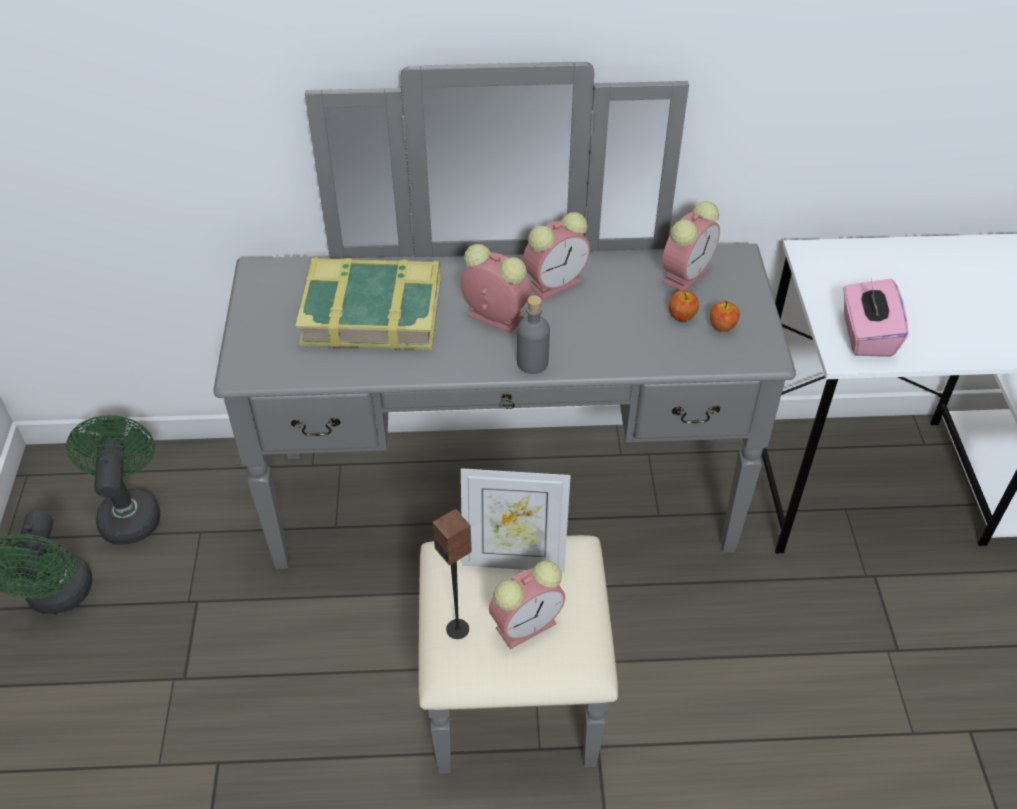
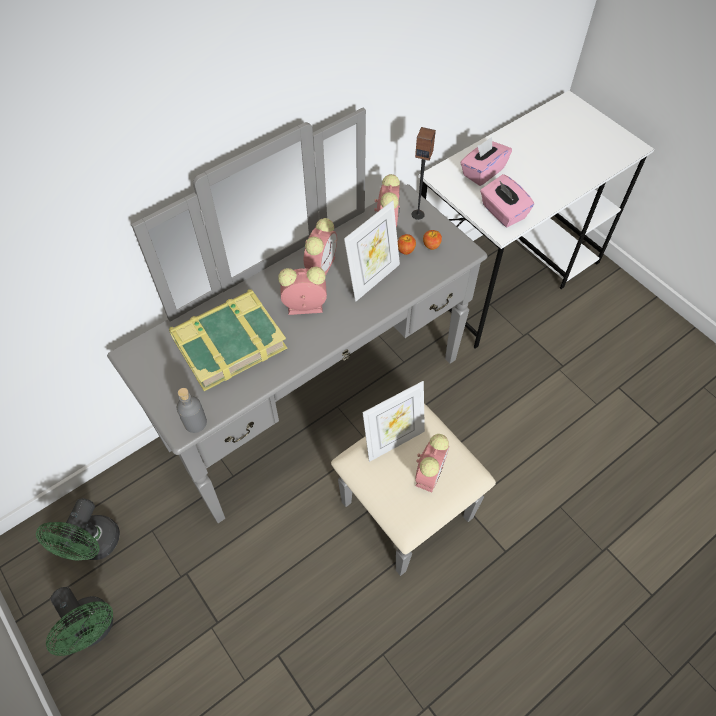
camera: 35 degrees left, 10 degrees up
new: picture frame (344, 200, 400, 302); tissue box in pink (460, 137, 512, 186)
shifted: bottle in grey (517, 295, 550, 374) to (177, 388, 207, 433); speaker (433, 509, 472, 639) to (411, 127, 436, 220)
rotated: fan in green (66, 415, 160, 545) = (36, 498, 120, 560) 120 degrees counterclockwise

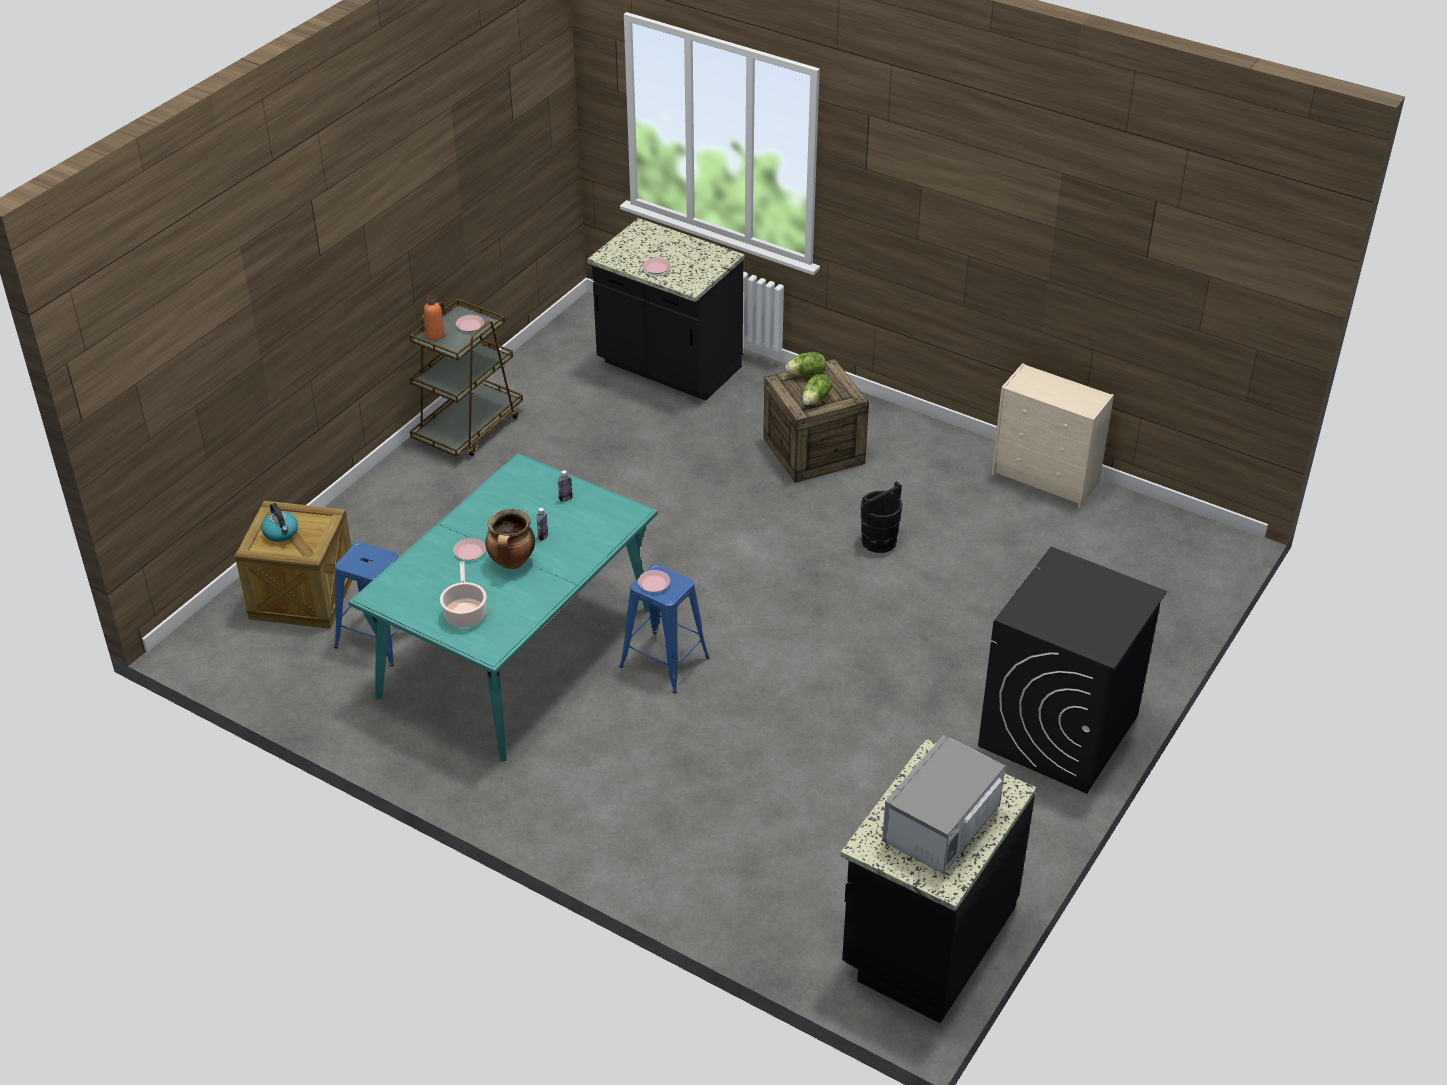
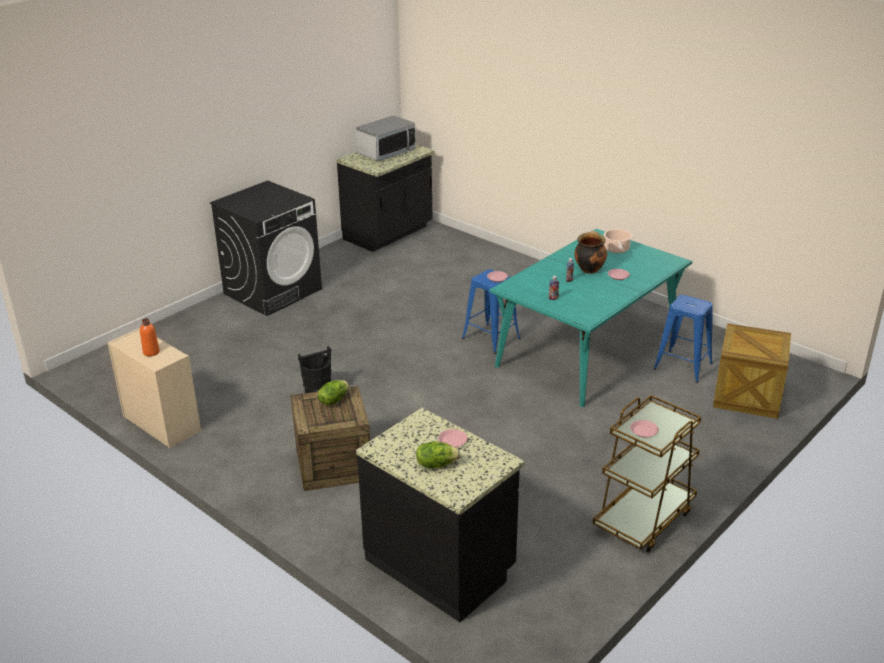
camera: 170 degrees left, 10 degrees down
gone: kettle (261, 503, 298, 542)
shifted: bottle in orange (424, 296, 445, 341) to (140, 318, 160, 356); lettuce (785, 352, 826, 377) to (416, 441, 461, 468)

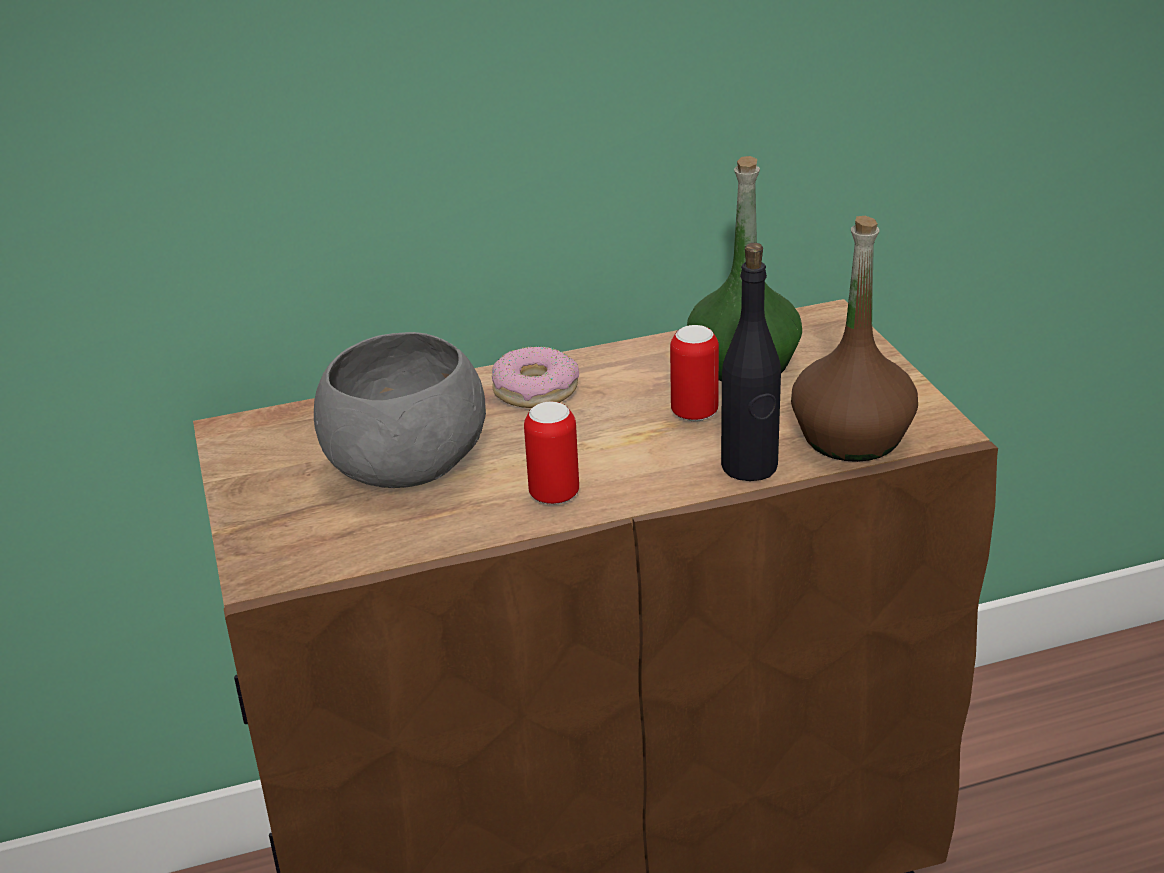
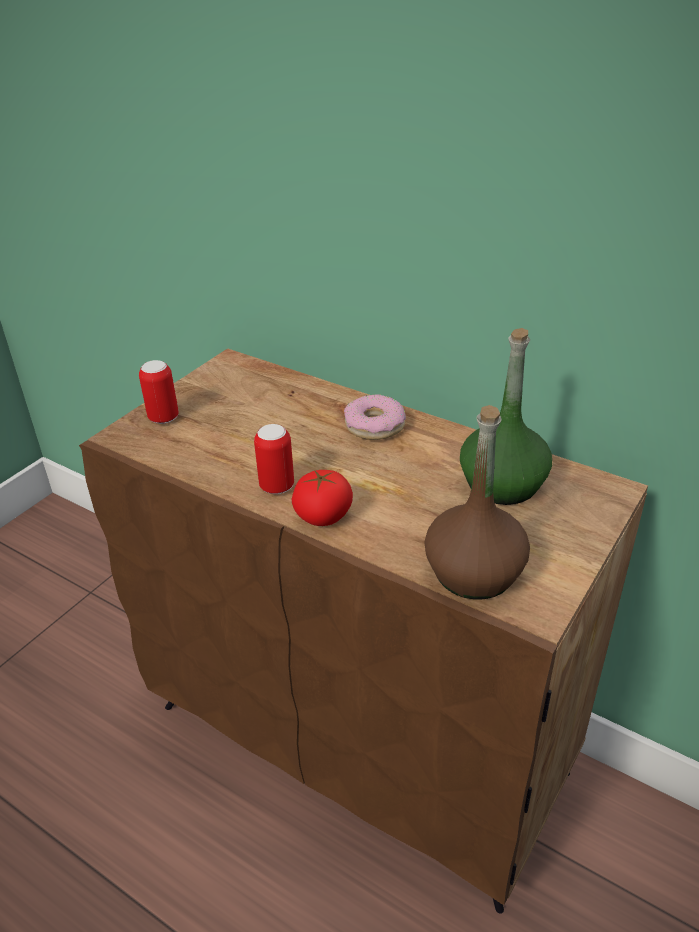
camera: 50 degrees right, 5 degrees up
gone: bowl in grey (314, 332, 486, 488); bottle in black (721, 243, 781, 481)
new: tomato (292, 470, 353, 526)
shifted: can (670, 325, 719, 421) to (139, 360, 179, 424)

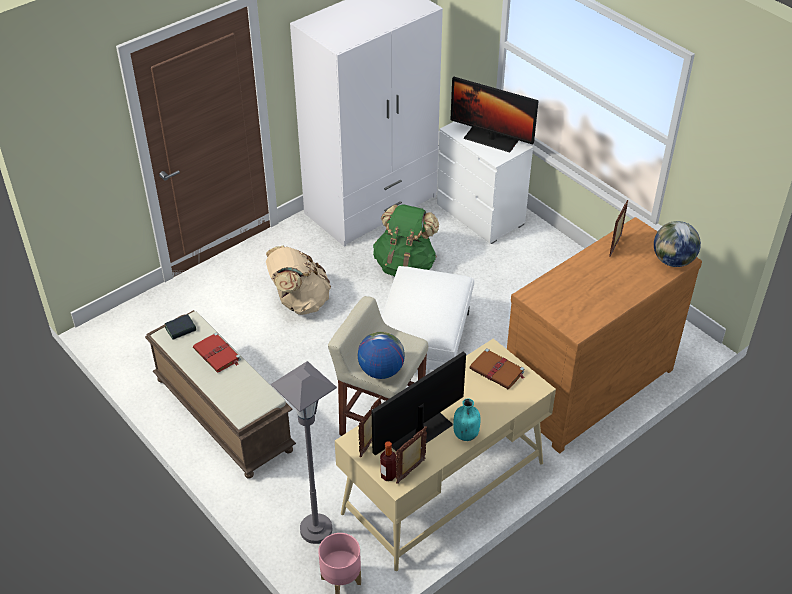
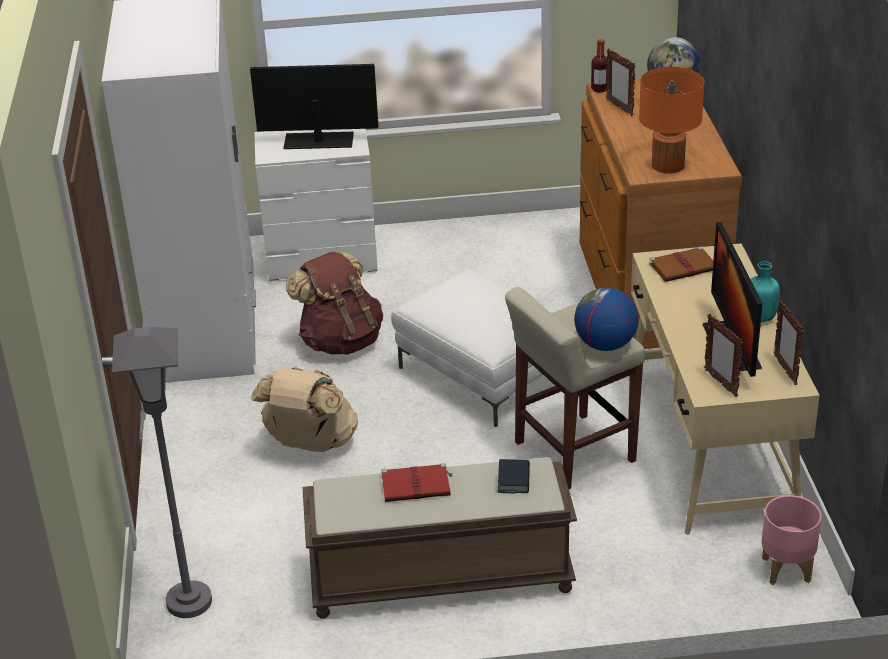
camera: 55 degrees left, 10 degrees down
new: table lamp in orange (639, 67, 705, 174)
shifted: floor lamp in grey (271, 361, 337, 544) to (112, 327, 212, 618); book (165, 314, 196, 340) to (498, 459, 530, 493); bottle (380, 441, 396, 481) to (591, 39, 608, 93)
repainted: backpack in green (373, 204, 439, 276) to backpack in brown (286, 251, 383, 355)
rotated: monitor (450, 77, 539, 153) = (250, 64, 378, 149) 150 degrees counterclockwise

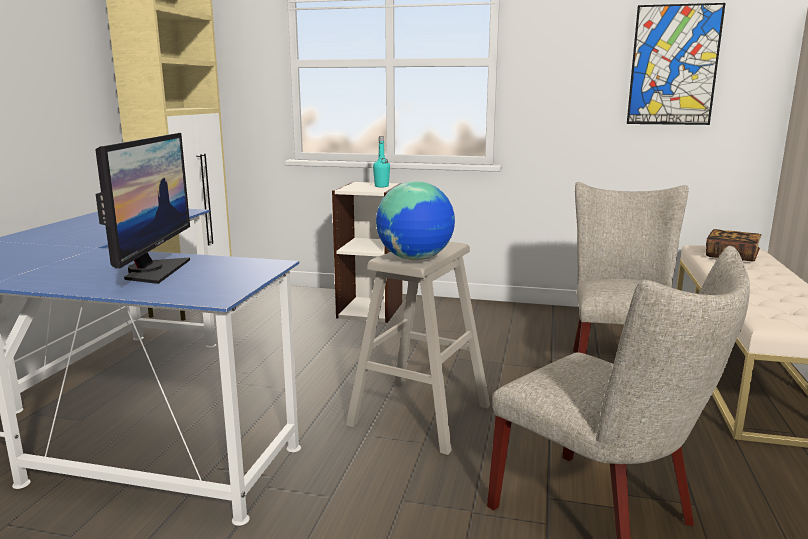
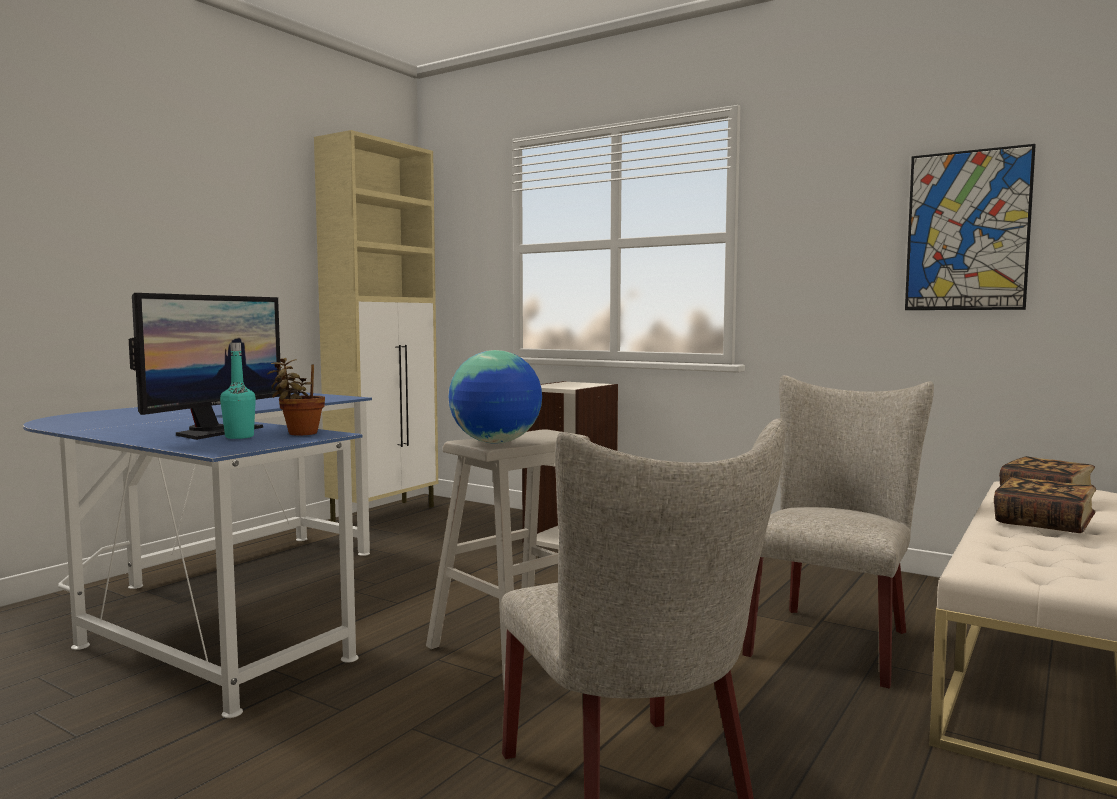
camera: 20 degrees right, 10 degrees down
new: potted plant (267, 358, 325, 436); book (994, 477, 1096, 533)
shifted: bottle in turquoise (373, 136, 390, 187) to (220, 342, 256, 439)

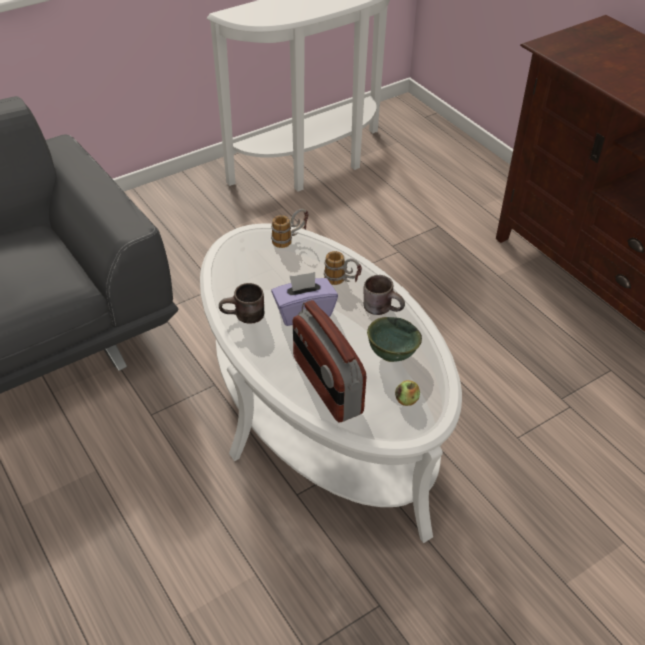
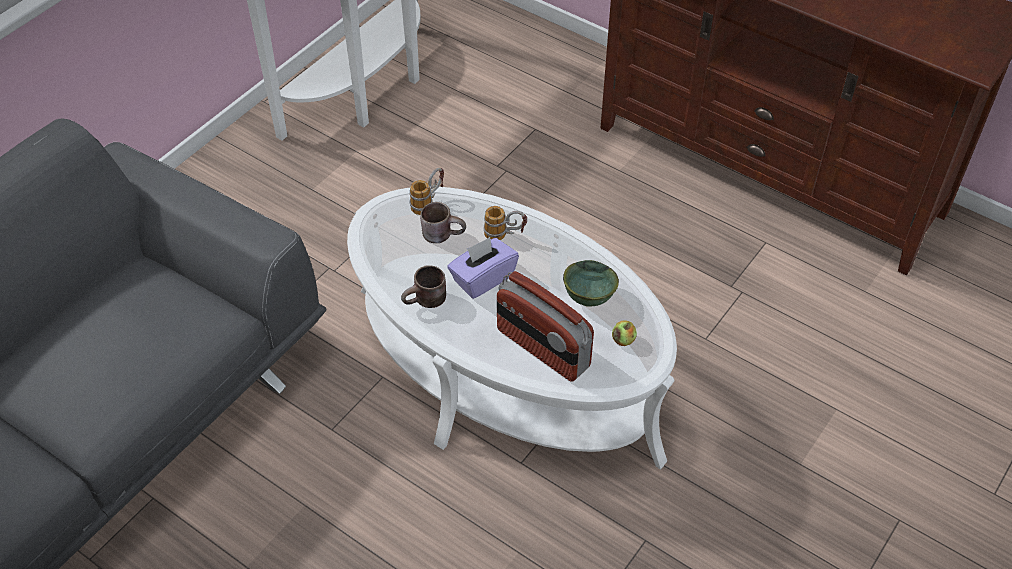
camera: 20 degrees left, 5 degrees up
shifted: mug in brown (363, 275, 405, 315) to (420, 202, 466, 243)

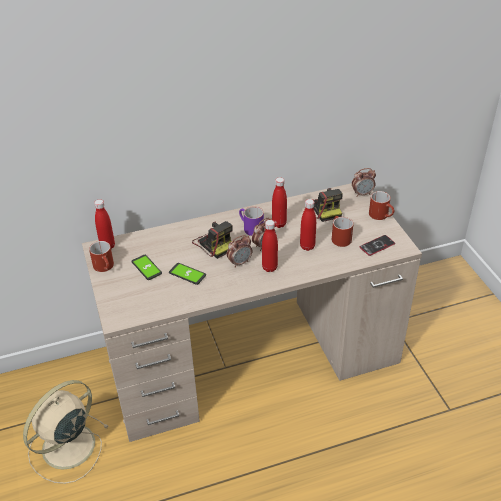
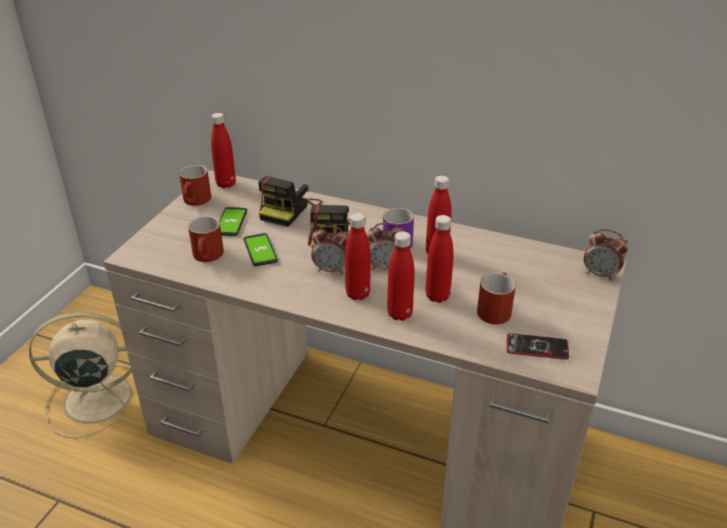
camera: 40 degrees right, 5 degrees down
new: bottle in red (387, 231, 415, 321)
shifted: mug in red (369, 191, 394, 220) to (188, 216, 224, 262); photo camera (312, 188, 343, 222) to (258, 176, 322, 227)

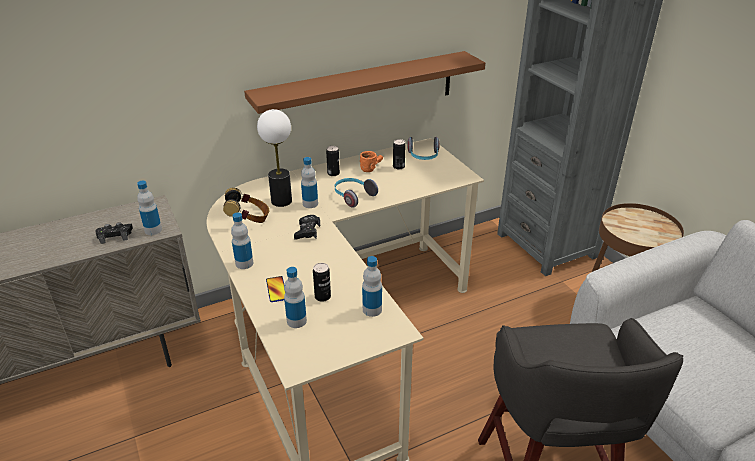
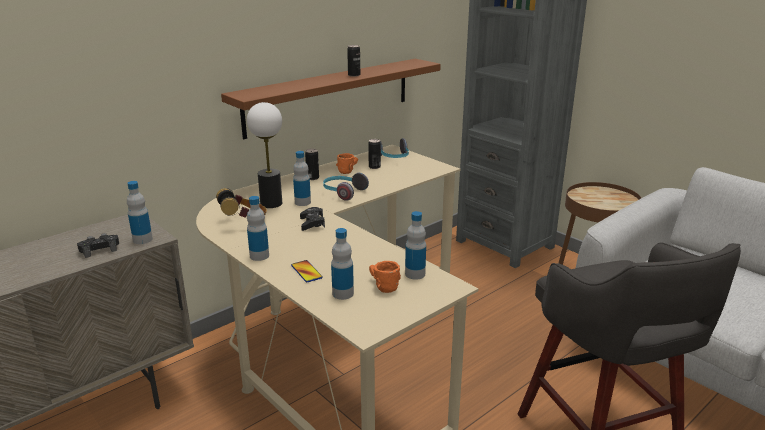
camera: 15 degrees left, 10 degrees down
new: mug in orange (369, 261, 401, 293)
shifted: can (313, 263, 331, 302) to (347, 45, 360, 77)

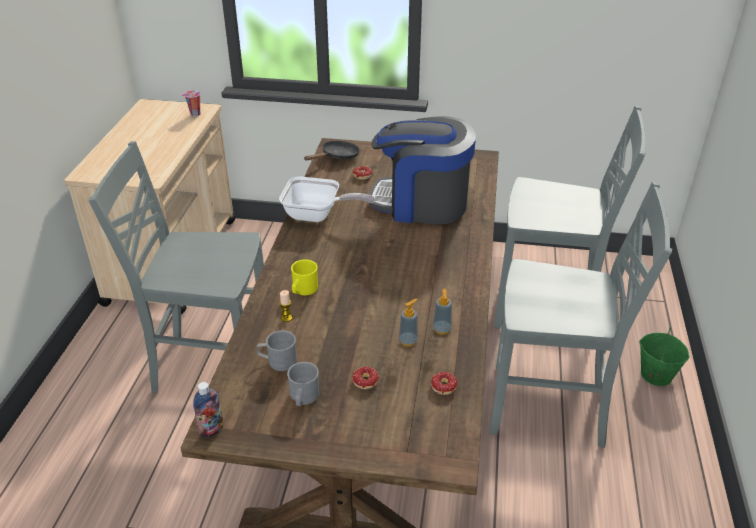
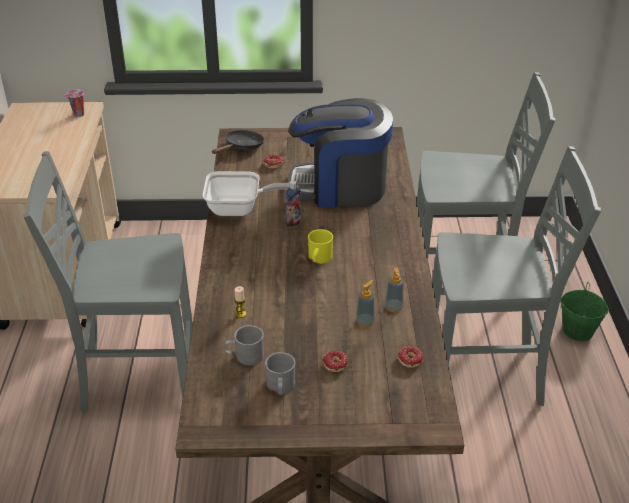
camera: 10 degrees left, 0 degrees up
shifted: bottle (193, 382, 223, 438) to (286, 180, 301, 227); mug in yellow (291, 260, 318, 295) to (308, 229, 333, 264)

